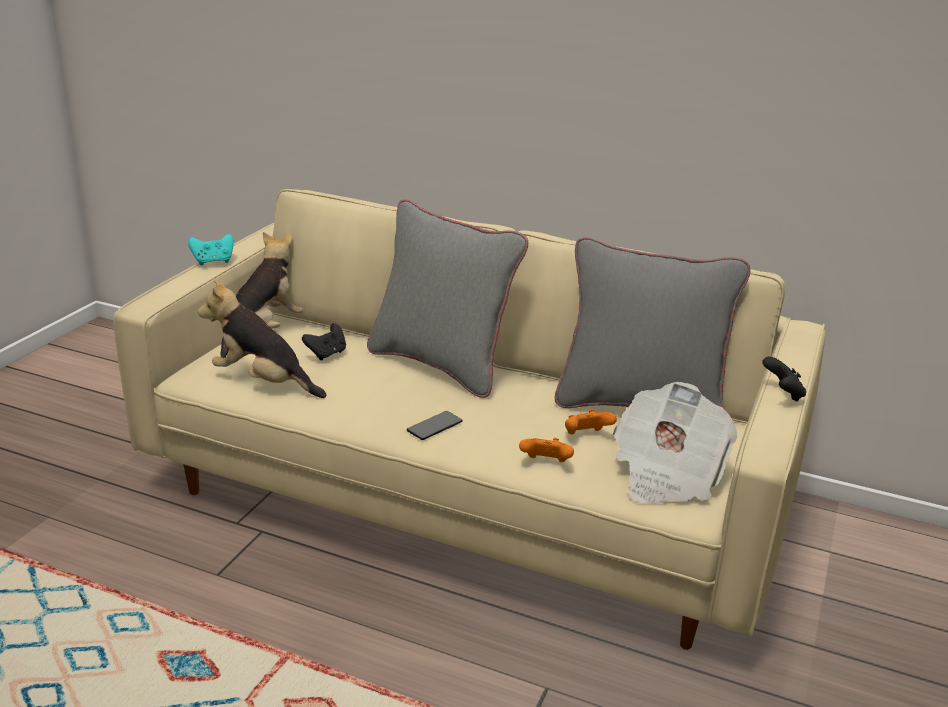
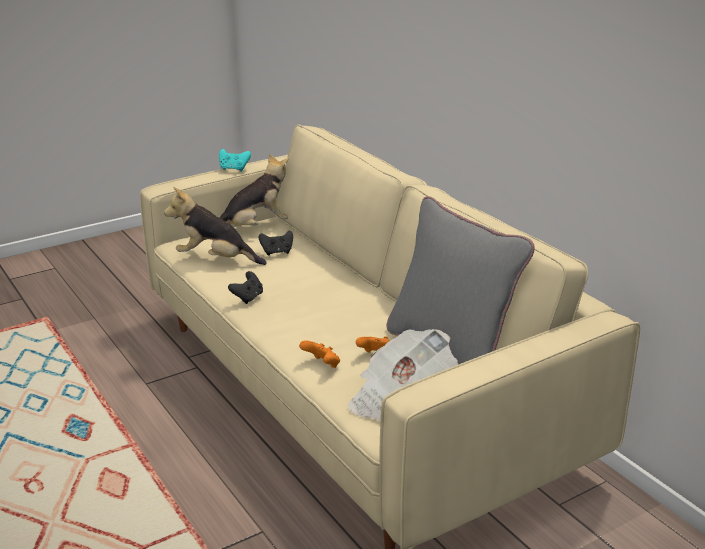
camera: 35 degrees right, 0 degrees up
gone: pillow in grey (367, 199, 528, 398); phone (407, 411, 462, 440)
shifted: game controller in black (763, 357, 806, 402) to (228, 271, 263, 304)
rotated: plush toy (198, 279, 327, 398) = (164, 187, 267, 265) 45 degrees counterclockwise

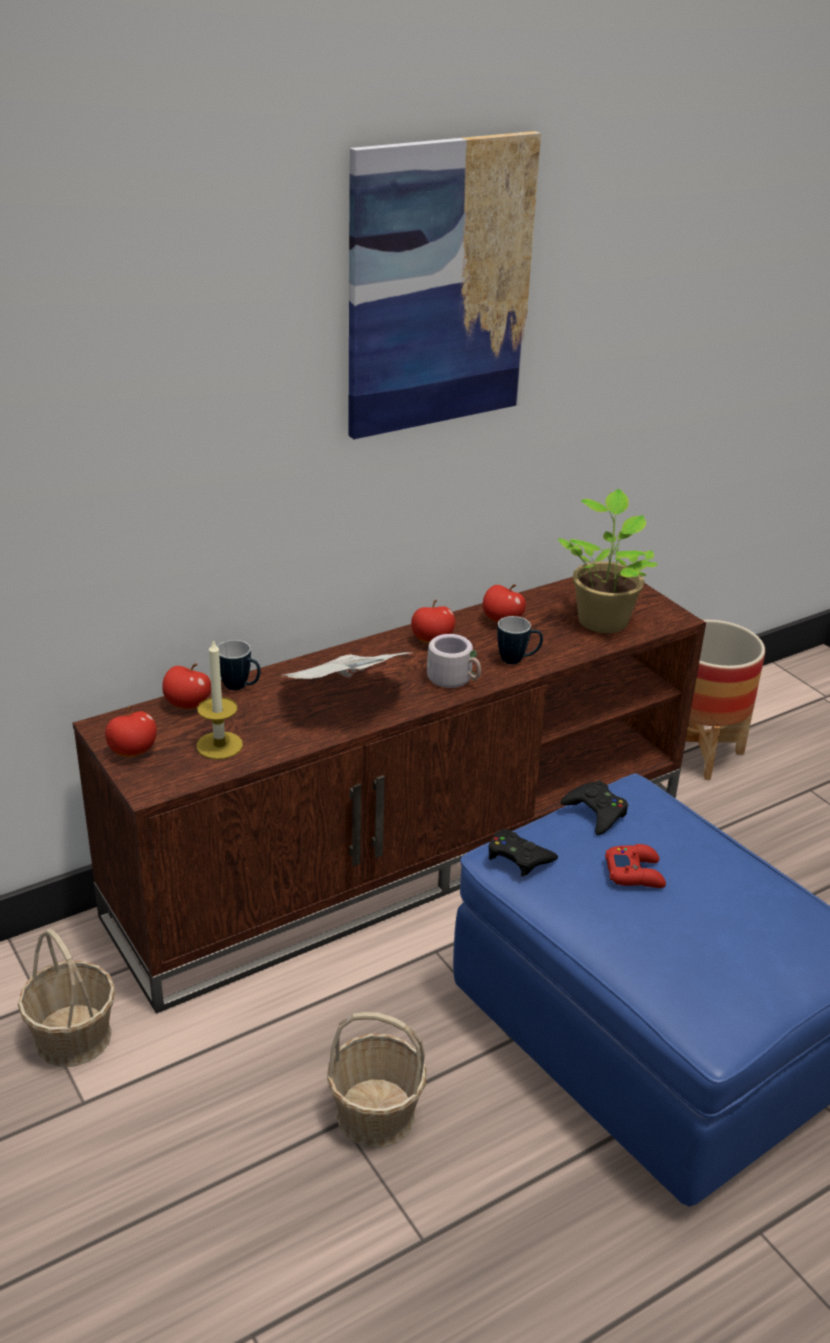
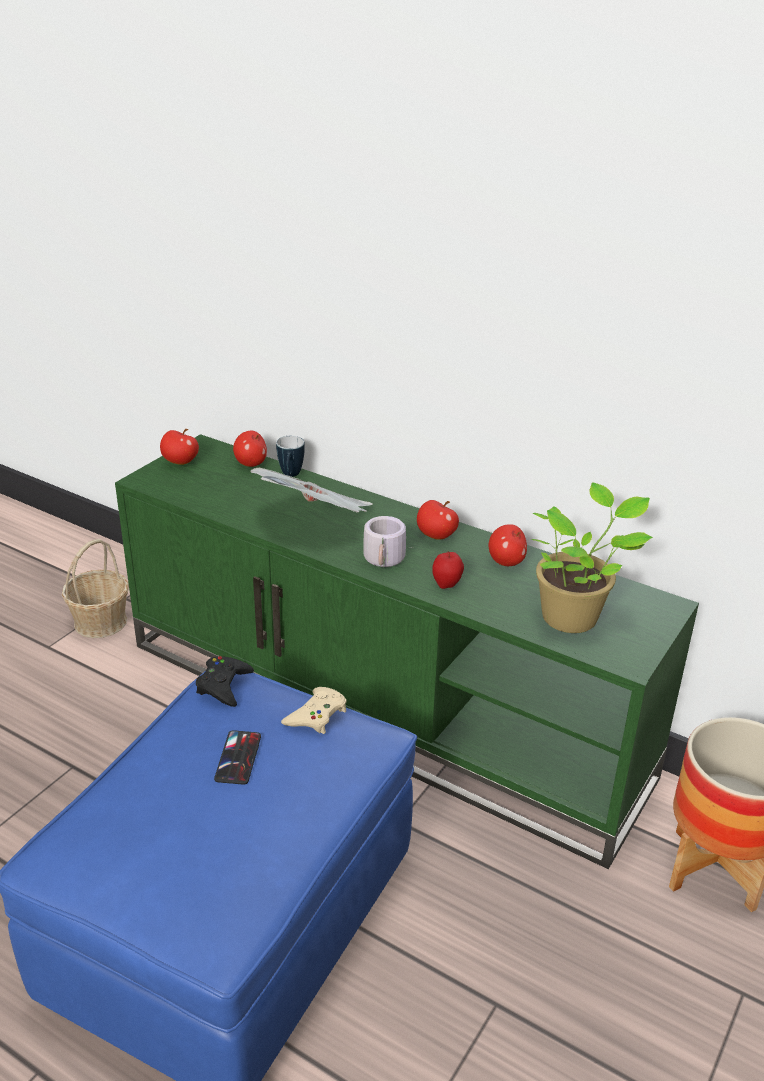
camera: 65 degrees right, 0 degrees up
gone: candle (196, 639, 243, 759); basket (327, 1012, 426, 1148); picture (348, 131, 541, 439)
swapped: game controller in red (605, 844, 666, 888) to phone (214, 730, 261, 785); mug (497, 616, 543, 664) to apple (432, 551, 464, 589)
repainted: tv stand in brown (73, 577, 706, 1014) to tv stand in green (115, 434, 699, 869); game controller in black (561, 780, 628, 835) to game controller in beige (281, 687, 346, 734)

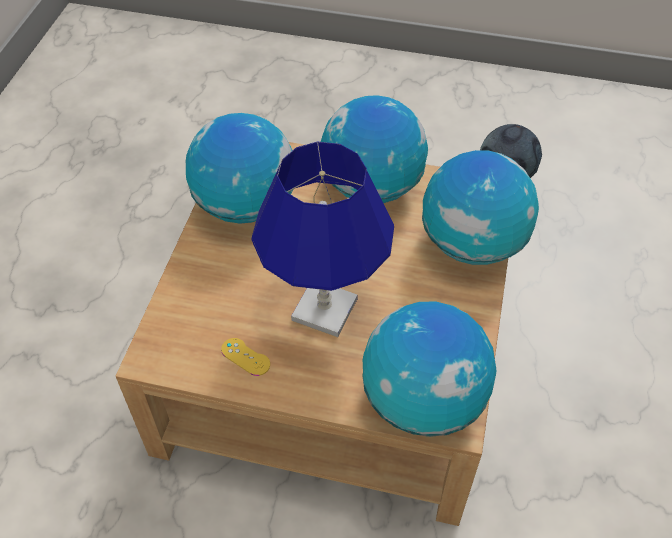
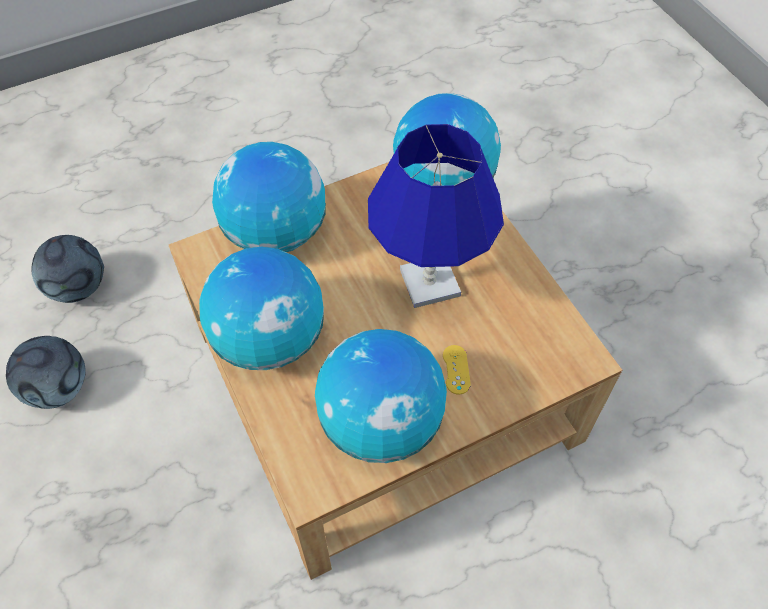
camera: 130 degrees left, 5 degrees up
new: football (31, 235, 104, 303)
shifted: game controller in yellow (221, 338, 270, 376) to (443, 345, 471, 395)

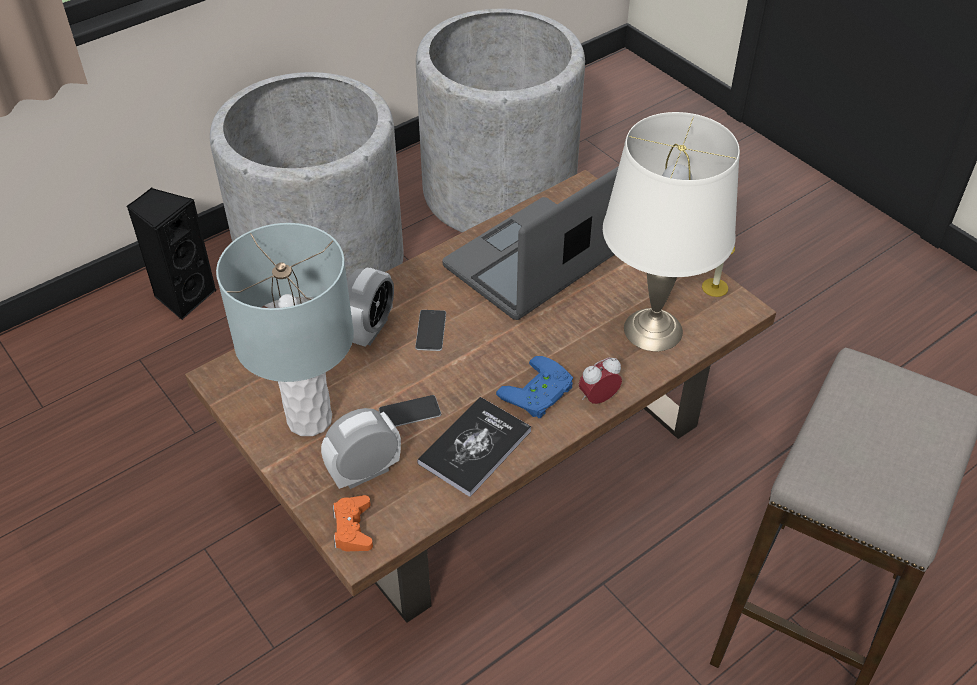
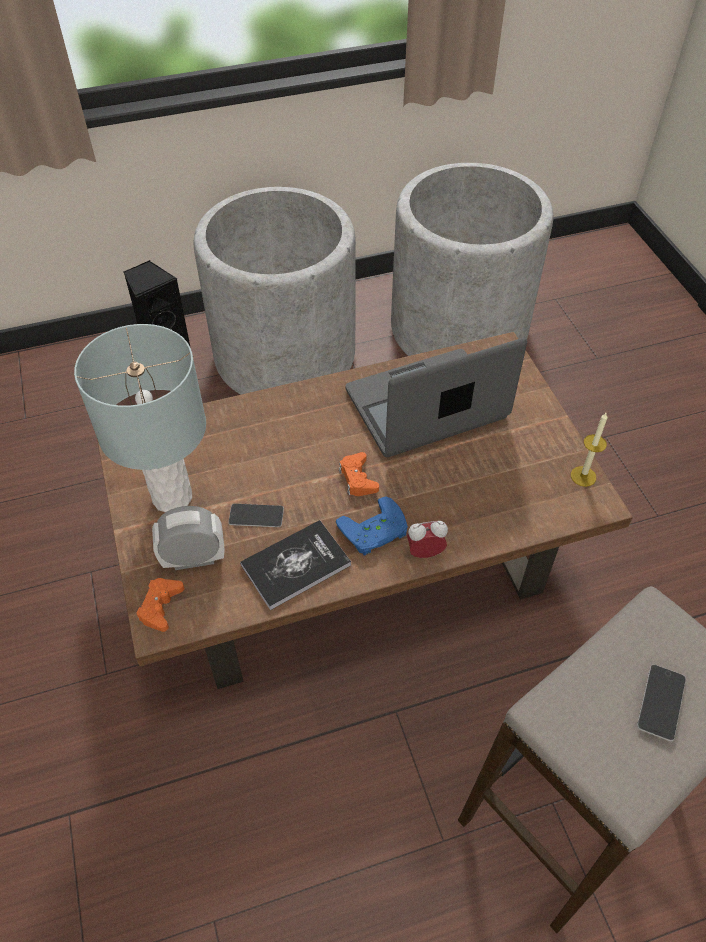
camera: 20 degrees right, 5 degrees up
gone: alarm clock (347, 267, 394, 347); table lamp in white (603, 112, 740, 351)
new: game controller in orange (339, 452, 379, 496)
shifted: phone (415, 310, 446, 351) to (637, 664, 686, 741)

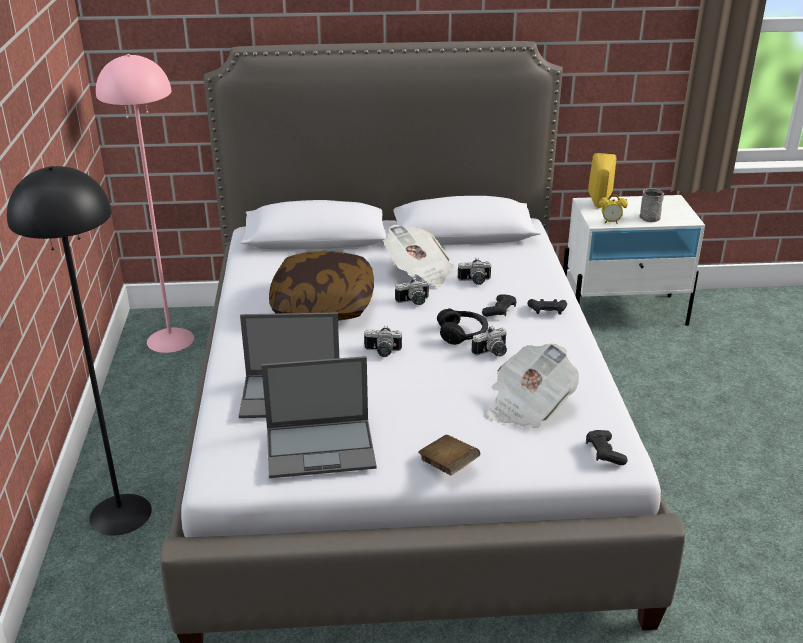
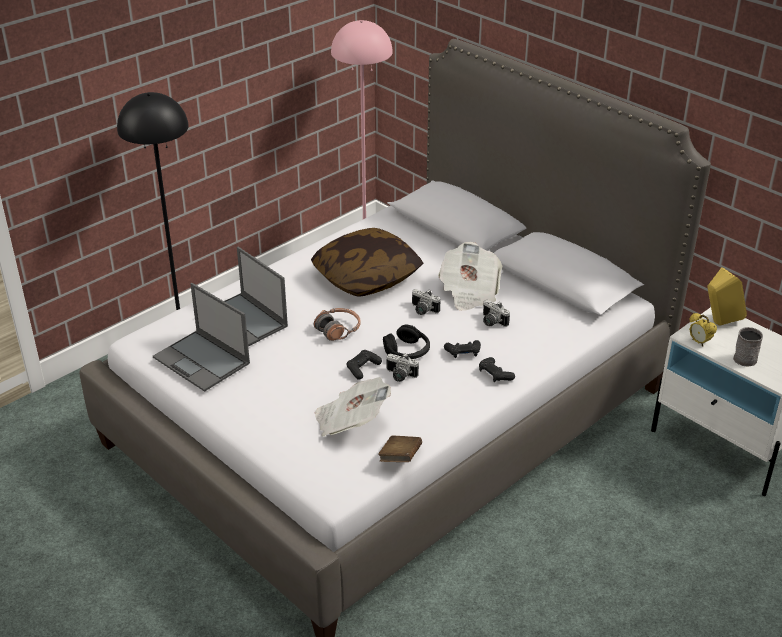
camera: 50 degrees right, 5 degrees up
shifted: game controller in black (586, 430, 628, 465) to (347, 350, 382, 380); book in brown (418, 435, 480, 476) to (378, 436, 422, 462)
swapped: photo camera (364, 325, 402, 357) to headphones (314, 308, 361, 341)

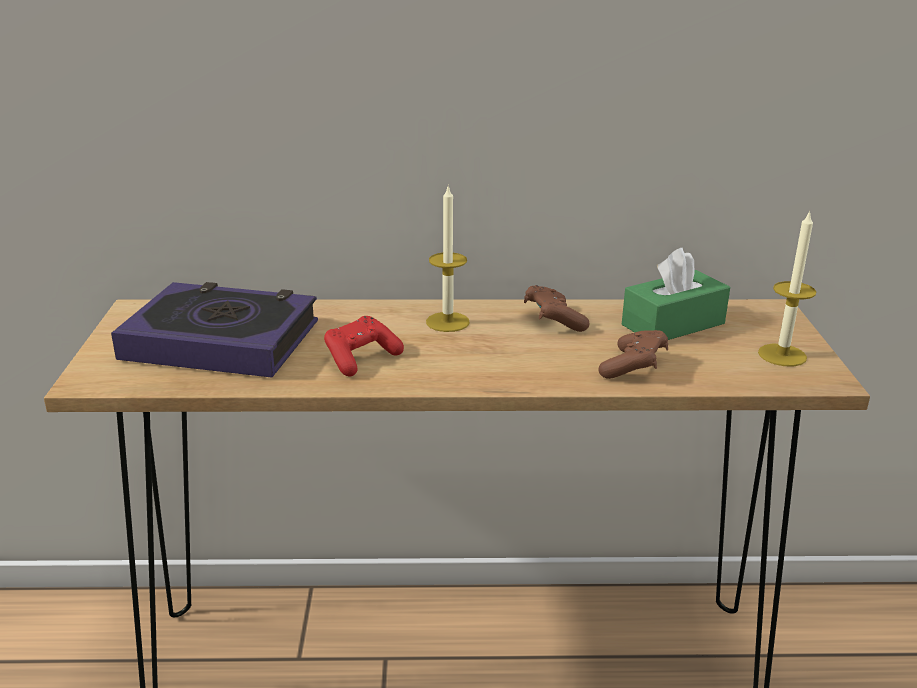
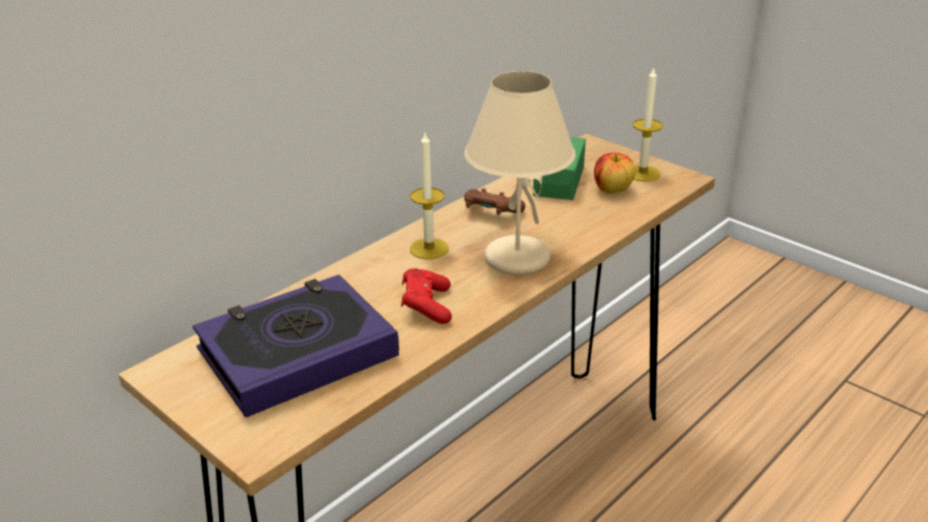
camera: 45 degrees left, 5 degrees up
gone: game controller in brown (598, 330, 668, 379)
new: table lamp in beige (464, 71, 576, 275); apple (594, 153, 636, 194)

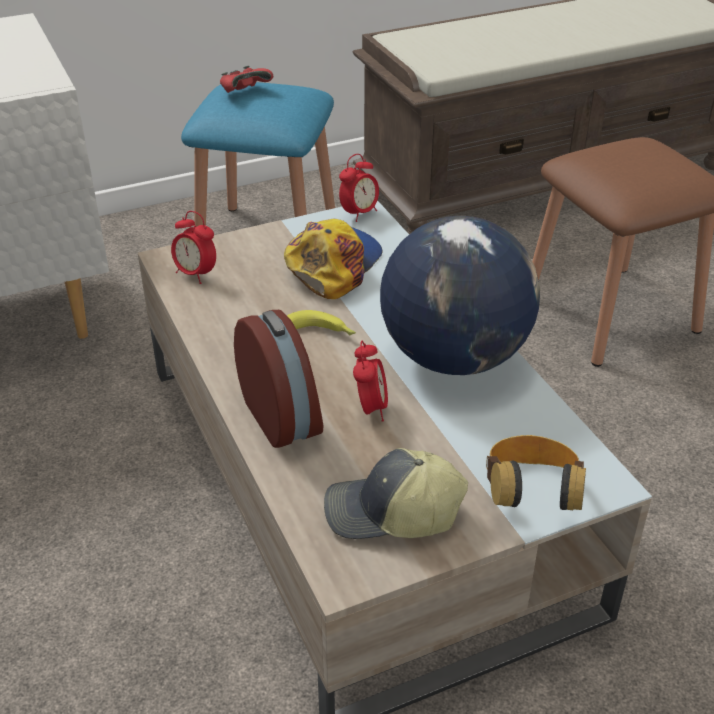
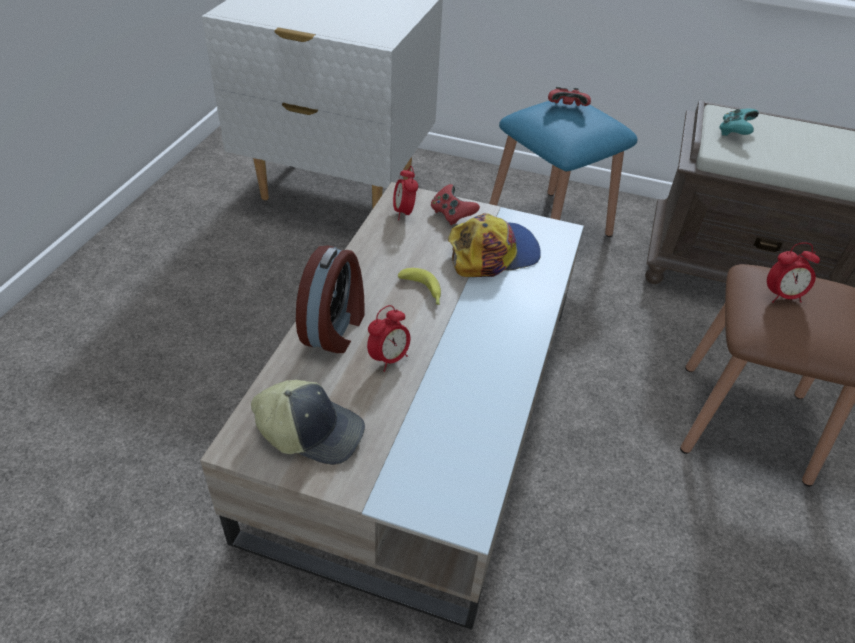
camera: 40 degrees right, 5 degrees up
gone: globe (380, 216, 540, 375); headphones (486, 435, 586, 510)
new: game controller in red (431, 184, 480, 225); game controller in turquoise (720, 108, 759, 136)
shifted: alarm clock (339, 154, 379, 222) to (767, 242, 820, 303)
rotated: cap (324, 448, 468, 539) = (251, 380, 365, 465) 150 degrees clockwise

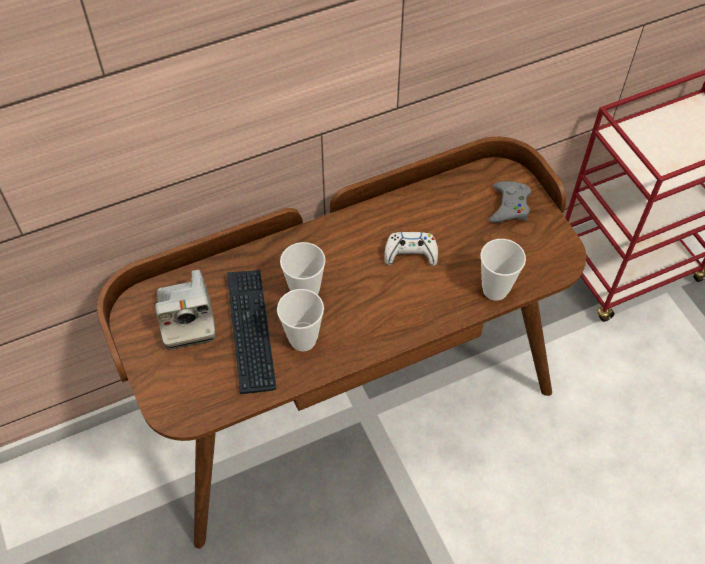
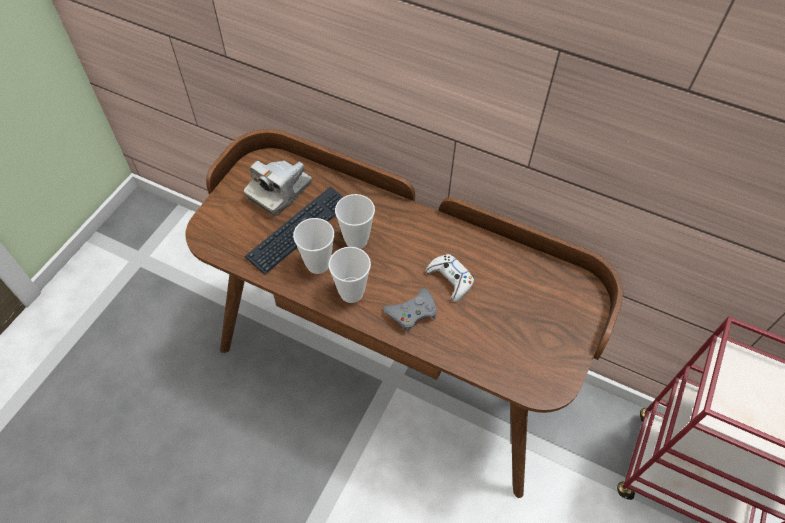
camera: 50 degrees right, 0 degrees up
shifted: cup (480, 239, 526, 301) to (328, 247, 371, 303); game controller in grey (489, 181, 531, 223) to (383, 288, 437, 333)

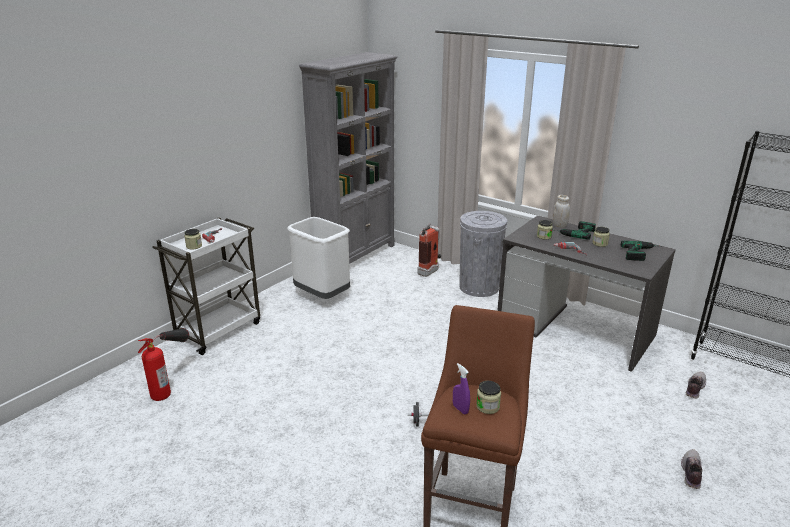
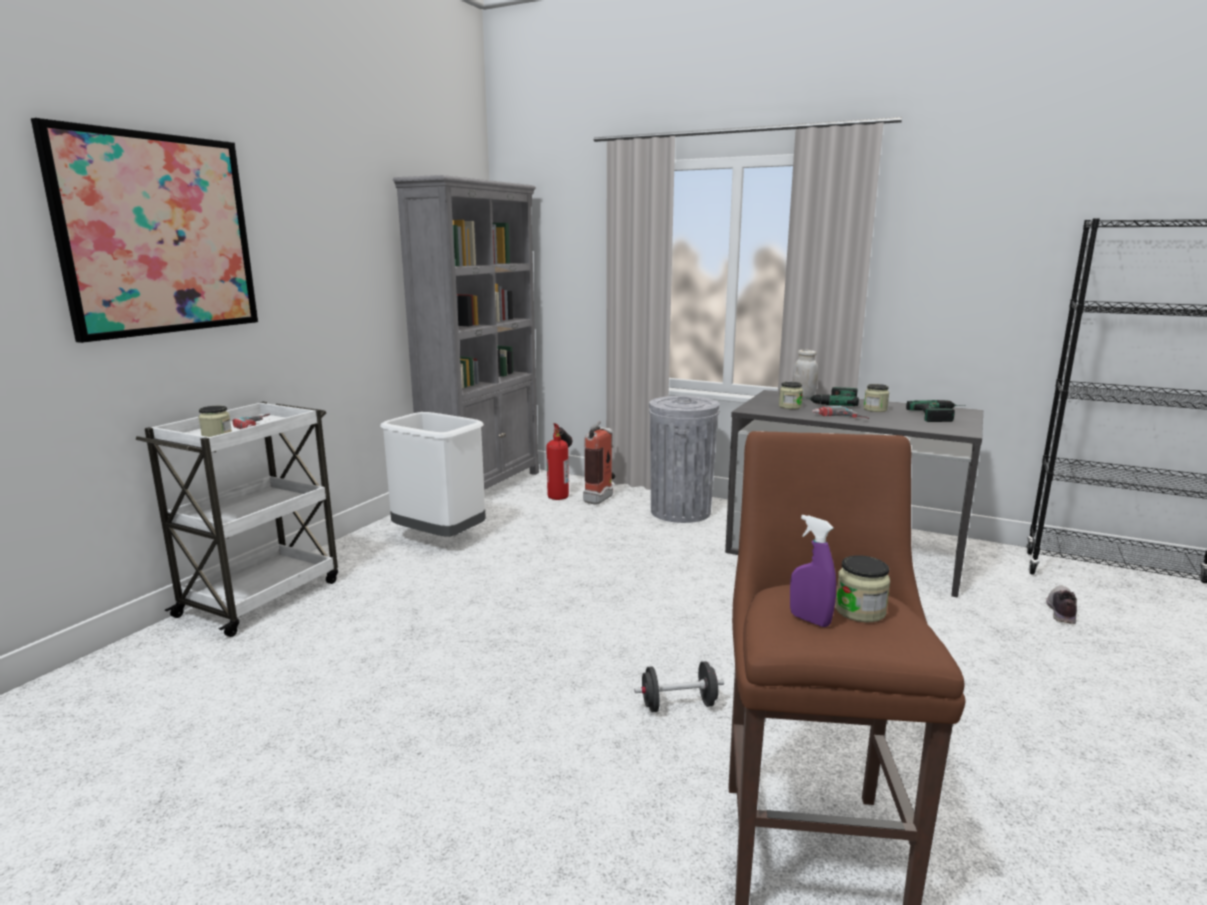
camera: 10 degrees left, 10 degrees down
gone: shoe (681, 449, 702, 489)
new: picture (31, 118, 258, 343)
shifted: fire extinguisher (138, 328, 189, 401) to (546, 423, 572, 500)

